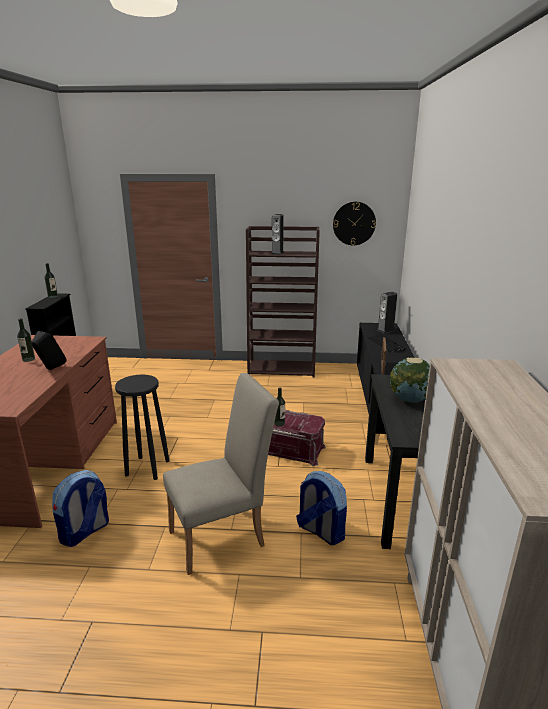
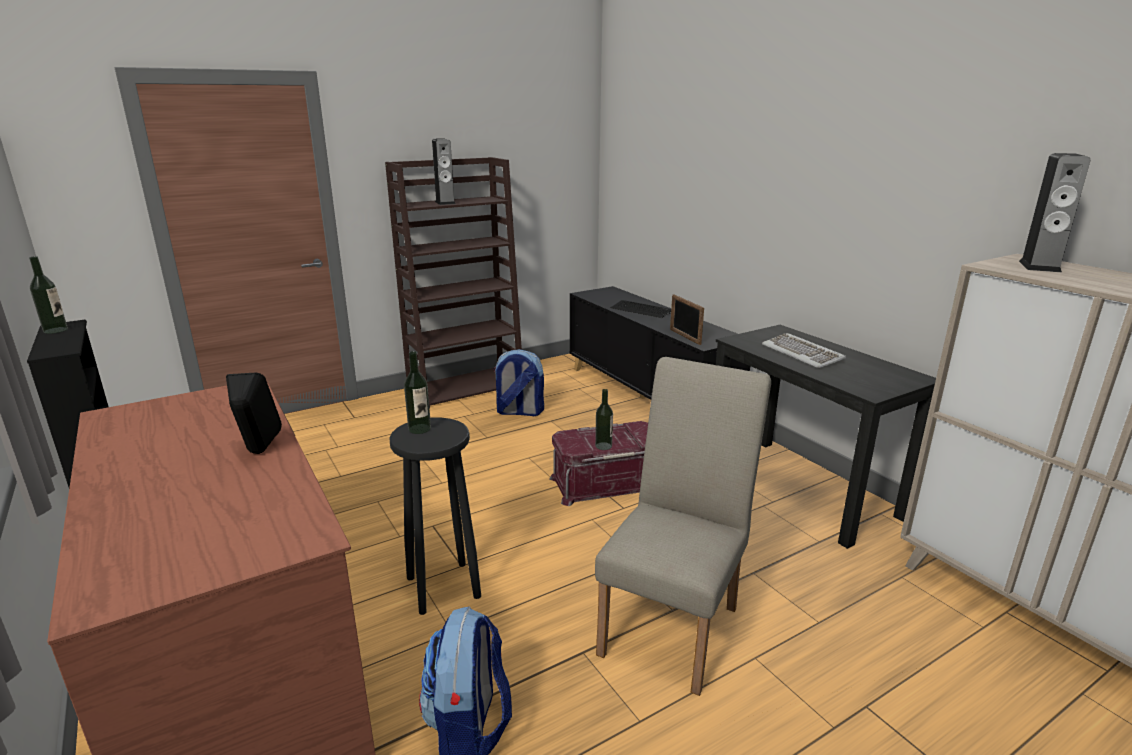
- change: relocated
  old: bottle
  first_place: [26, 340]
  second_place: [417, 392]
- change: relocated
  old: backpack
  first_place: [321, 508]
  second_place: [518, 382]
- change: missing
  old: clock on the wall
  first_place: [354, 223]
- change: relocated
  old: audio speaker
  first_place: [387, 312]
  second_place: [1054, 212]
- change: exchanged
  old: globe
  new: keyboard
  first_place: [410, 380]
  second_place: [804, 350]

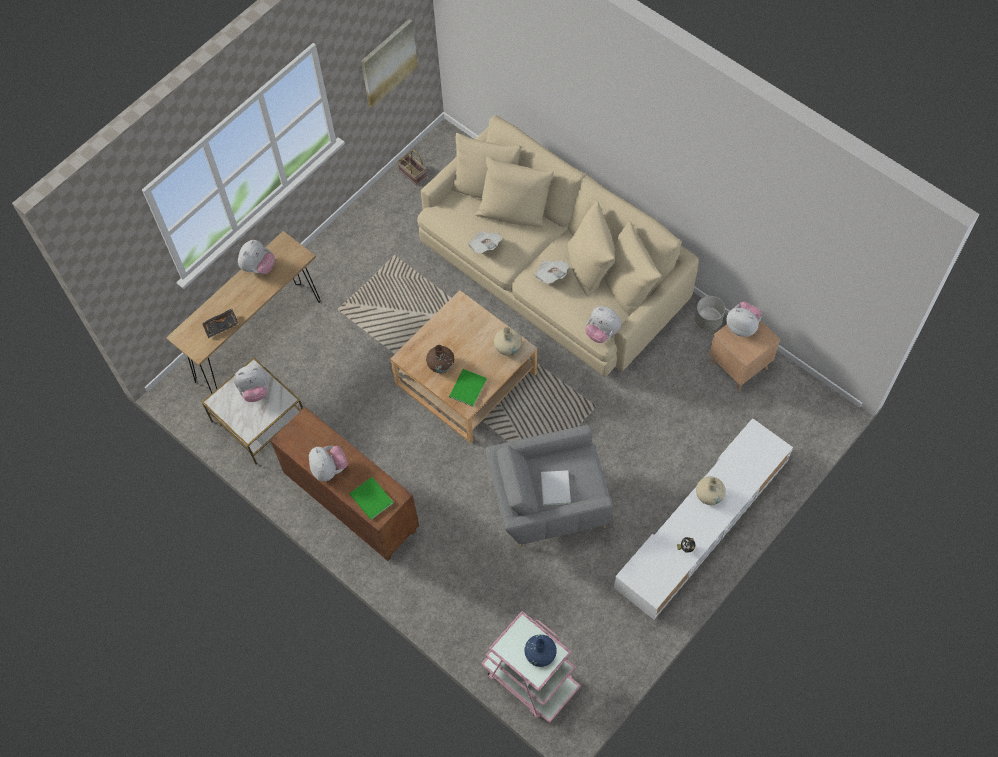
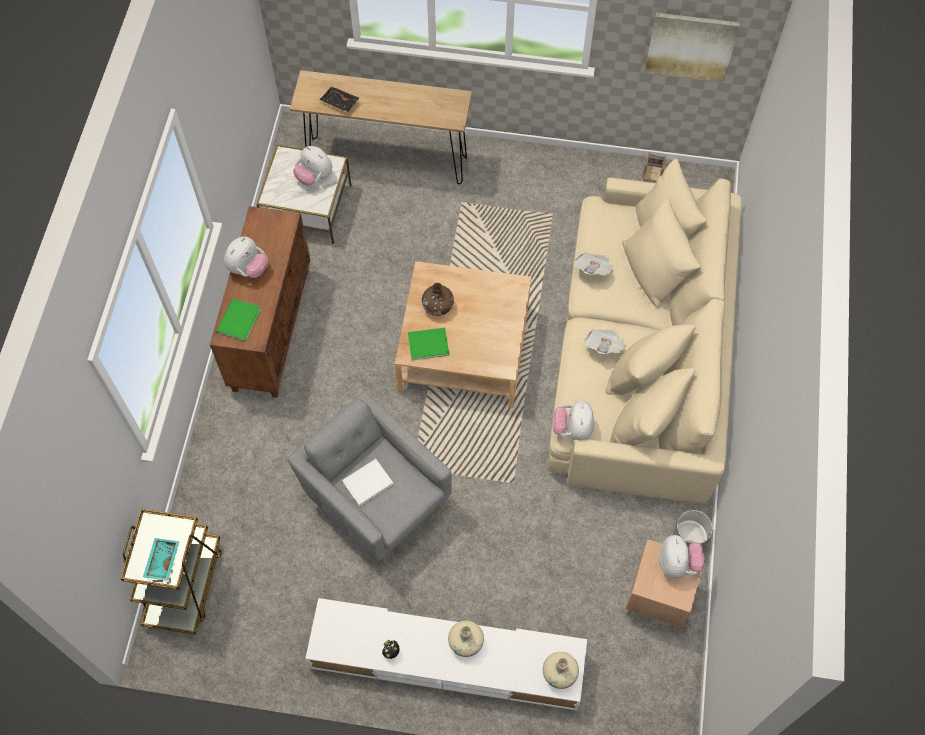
- change: missing
  old: soft toy
  first_place: [256, 257]
- change: colour
  old: cart (pink)
  new: cart (brown-coloured)
  first_place: [530, 667]
  second_place: [171, 571]
- change: relocated
  old: vase (beige)
  first_place: [508, 341]
  second_place: [561, 670]
- change: exchanged
  old: vase (blue)
  new: carrying tray (turquoise-coloured)
  first_place: [540, 650]
  second_place: [161, 559]

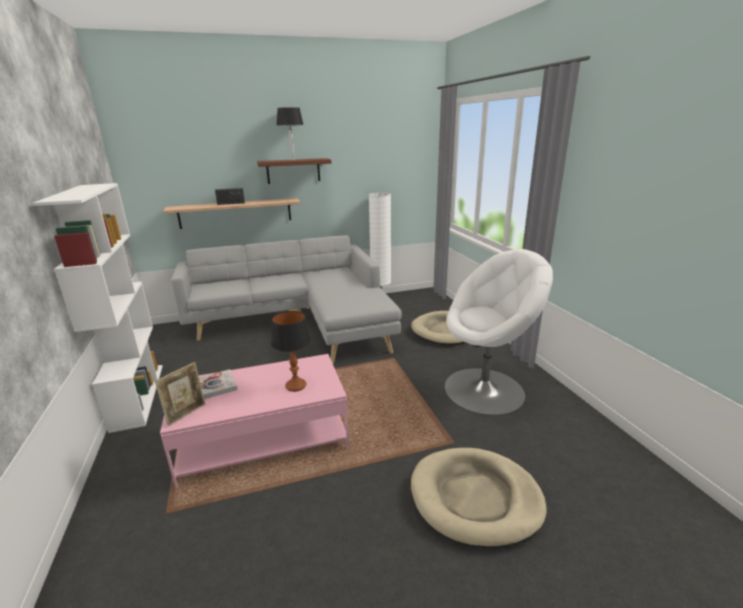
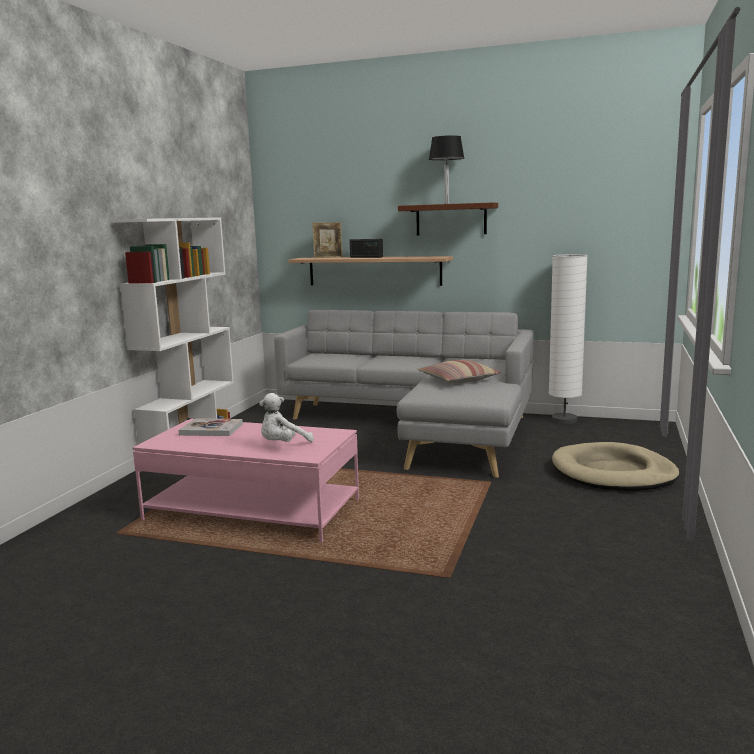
- change: relocated
  old: picture frame
  first_place: [180, 394]
  second_place: [327, 240]
- change: exchanged
  old: table lamp
  new: soft toy (whitish)
  first_place: [291, 351]
  second_place: [286, 417]
- change: missing
  old: dog cushion (beige)
  first_place: [479, 498]
- change: missing
  old: lounge chair (whitish)
  first_place: [499, 332]
- change: appeared
  new: pillow
  second_place: [459, 371]

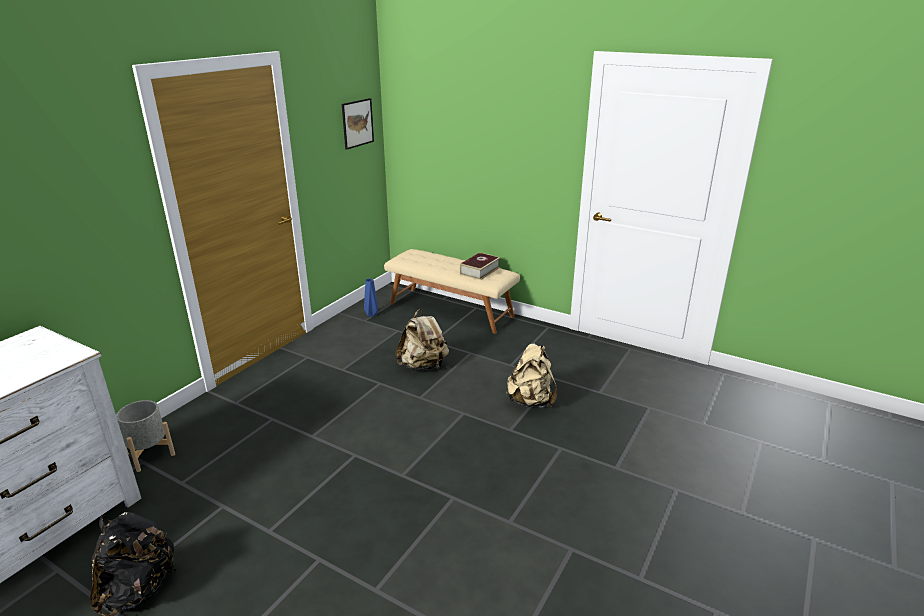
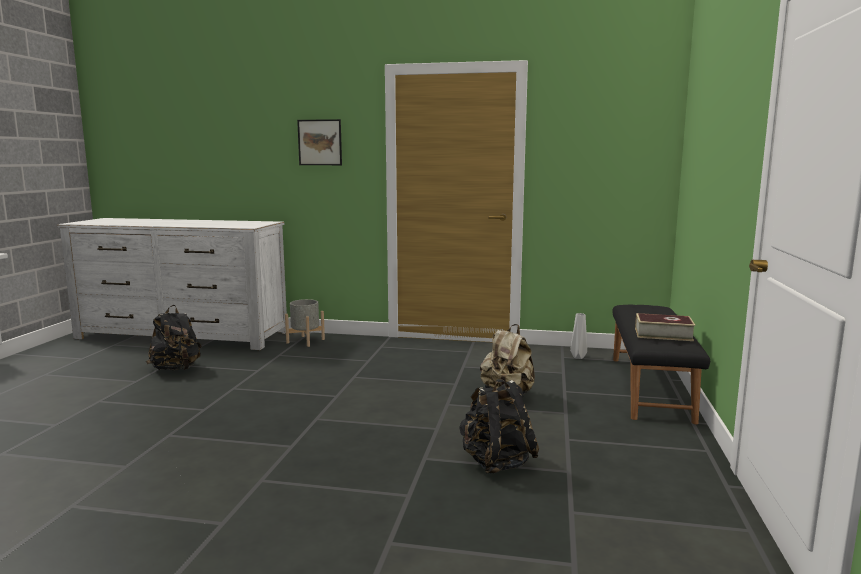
- change: relocated
  old: wall picture
  first_place: [358, 124]
  second_place: [319, 142]
- change: colour
  old: vase (blue)
  new: vase (gray)
  first_place: [371, 297]
  second_place: [578, 336]
- change: colour
  old: bench (beige)
  new: bench (black-coloured)
  first_place: [452, 291]
  second_place: [661, 364]
- change: colour
  old: backpack (beige)
  new: backpack (black-coloured)
  first_place: [531, 375]
  second_place: [499, 426]

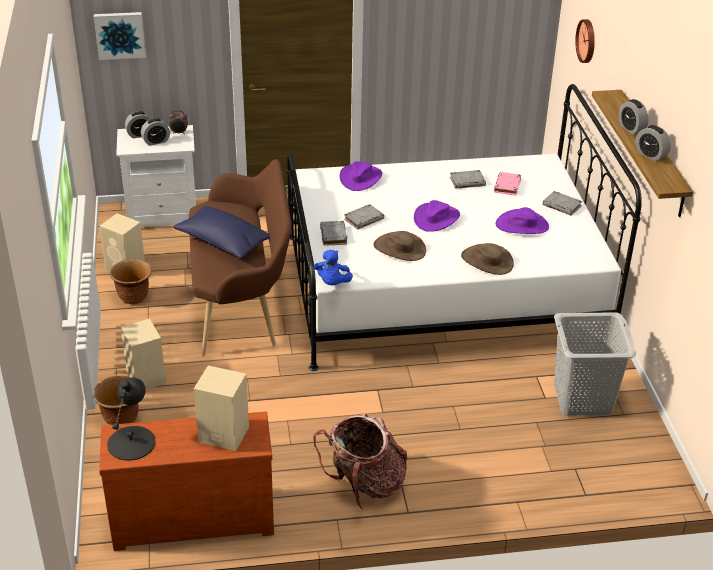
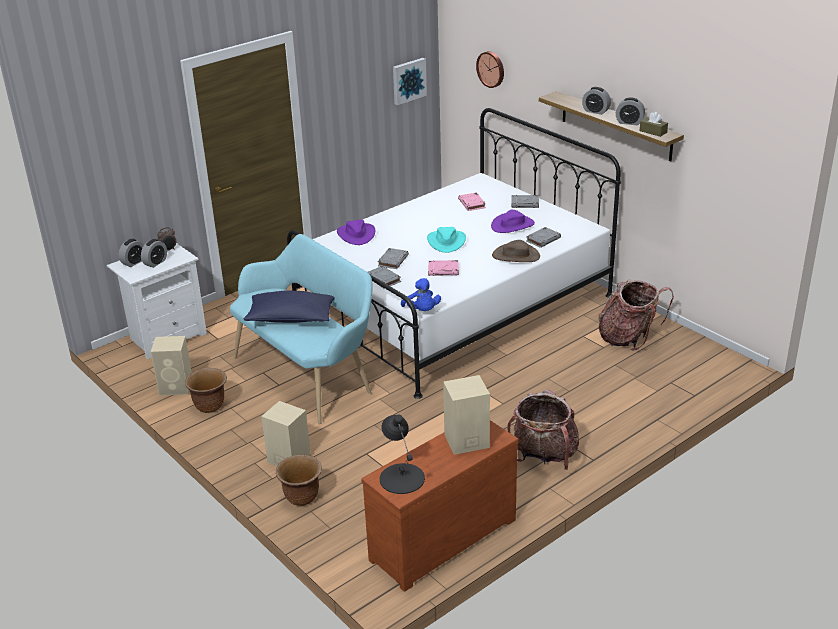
- change: relocated
  old: wall picture
  first_place: [120, 36]
  second_place: [410, 81]
- change: colour
  old: bench (brown-coloured)
  new: bench (turquoise-coloured)
  first_place: [240, 257]
  second_place: [301, 329]
- change: exchanged
  old: hat (brown-coloured)
  new: volume (pink)
  first_place: [400, 246]
  second_place: [443, 268]
- change: colour
  old: hat (purple)
  new: hat (turquoise-coloured)
  first_place: [437, 216]
  second_place: [446, 240]
- change: relocated
  old: volume (gray)
  first_place: [468, 179]
  second_place: [543, 237]
- change: exchanged
  old: laundry basket (gray)
  new: backpack
  first_place: [595, 364]
  second_place: [636, 315]
- change: appeared
  new: tissue box (brown-coloured)
  second_place: [654, 124]

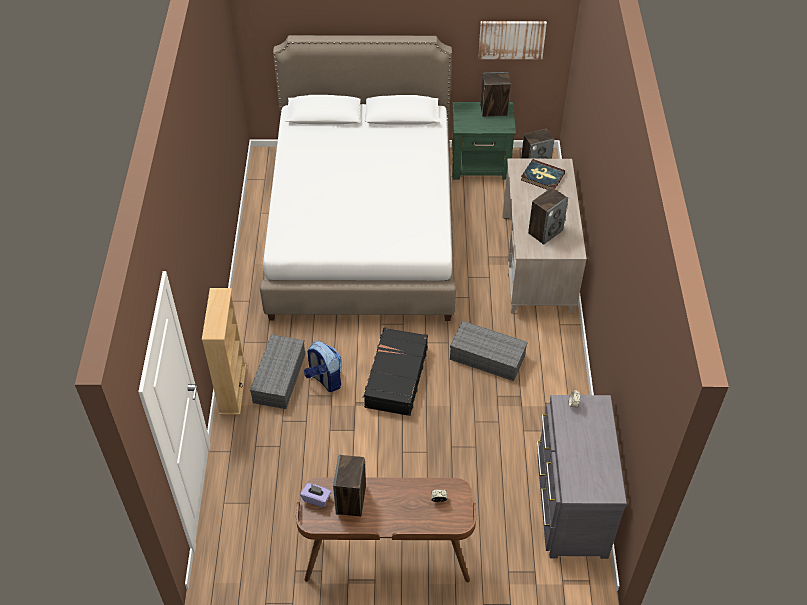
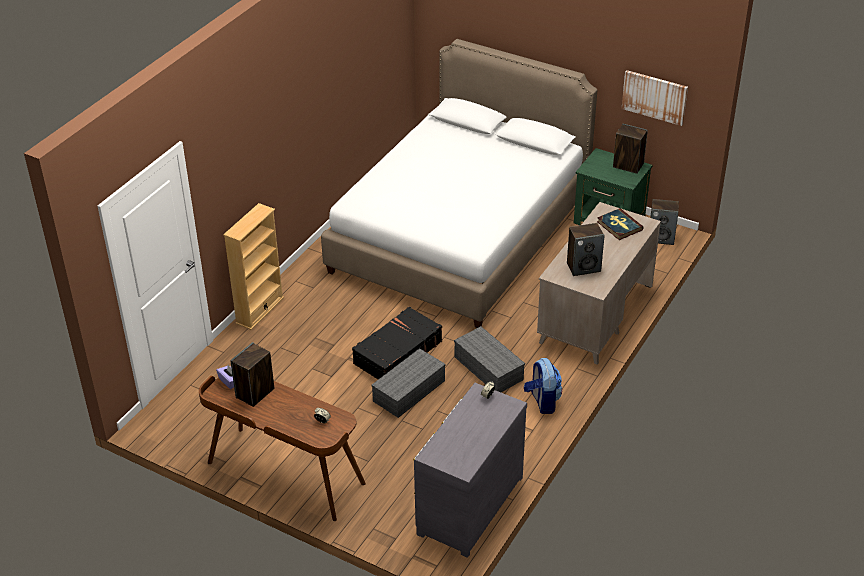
- change: relocated
  old: storage container (gray)
  first_place: [277, 371]
  second_place: [408, 383]
- change: relocated
  old: backpack
  first_place: [322, 366]
  second_place: [543, 386]

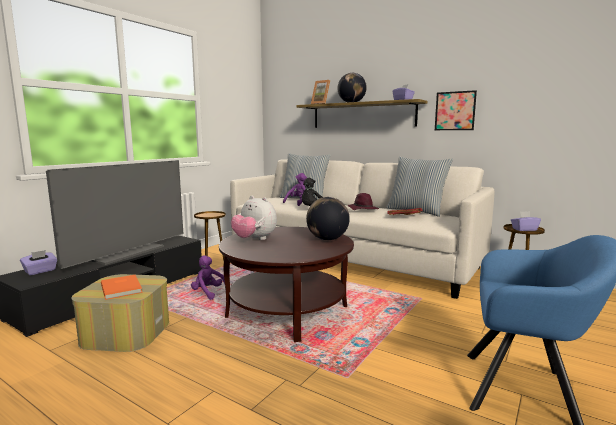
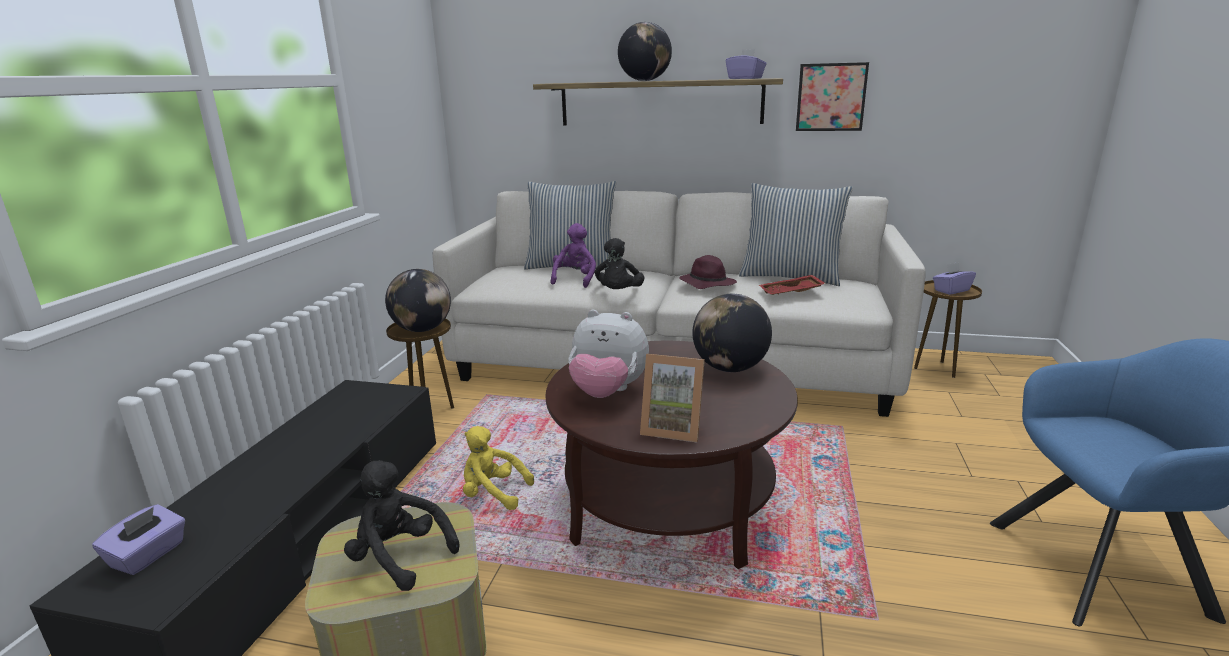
- change: missing
  old: TV
  first_place: [114, 214]
- change: exchanged
  old: volume (orangey)
  new: soft toy (black-coloured)
  first_place: [122, 287]
  second_place: [402, 525]
- change: colour
  old: soft toy (purple)
  new: soft toy (yellow-coloured)
  first_place: [208, 277]
  second_place: [498, 468]
- change: relocated
  old: picture frame
  first_place: [320, 92]
  second_place: [672, 398]
- change: appeared
  new: globe
  second_place: [418, 300]

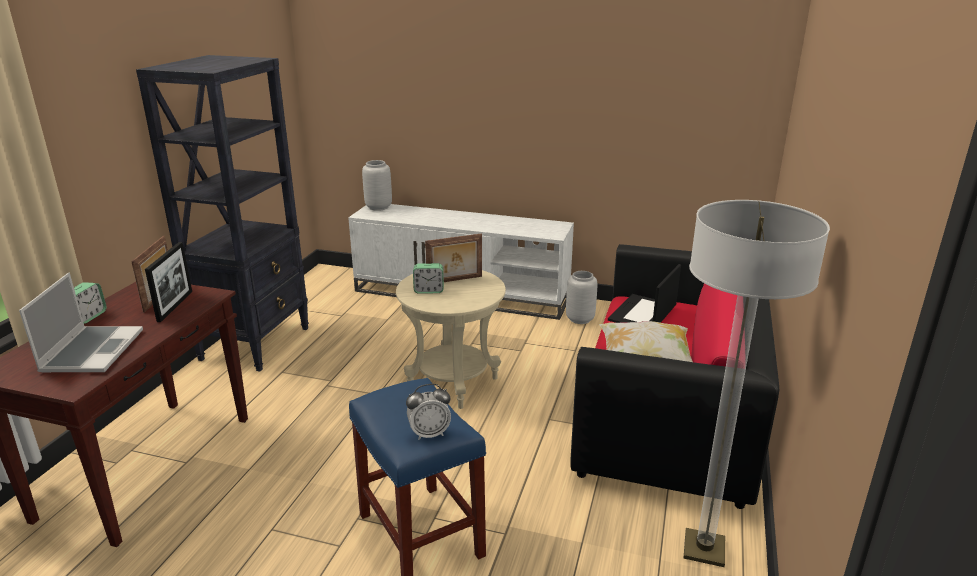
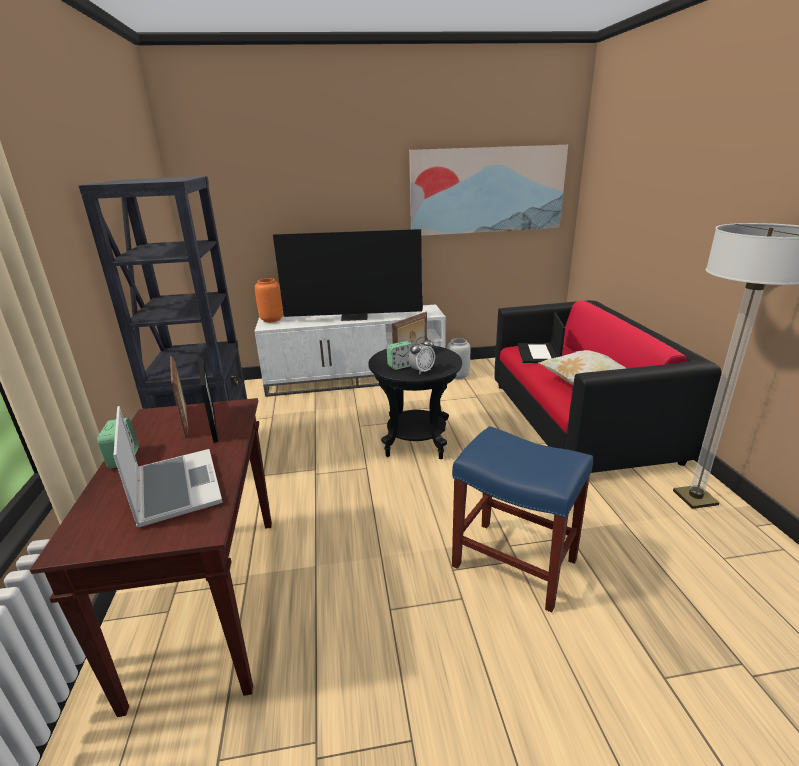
- change: colour
  old: vase (gray)
  new: vase (orangey)
  first_place: [377, 185]
  second_place: [269, 300]
- change: colour
  old: side table (beige)
  new: side table (black-coloured)
  first_place: [451, 339]
  second_place: [415, 402]
- change: relocated
  old: bedside clock
  first_place: [428, 412]
  second_place: [421, 356]
- change: appeared
  new: TV
  second_place: [348, 275]
- change: appeared
  new: wall picture
  second_place: [488, 190]

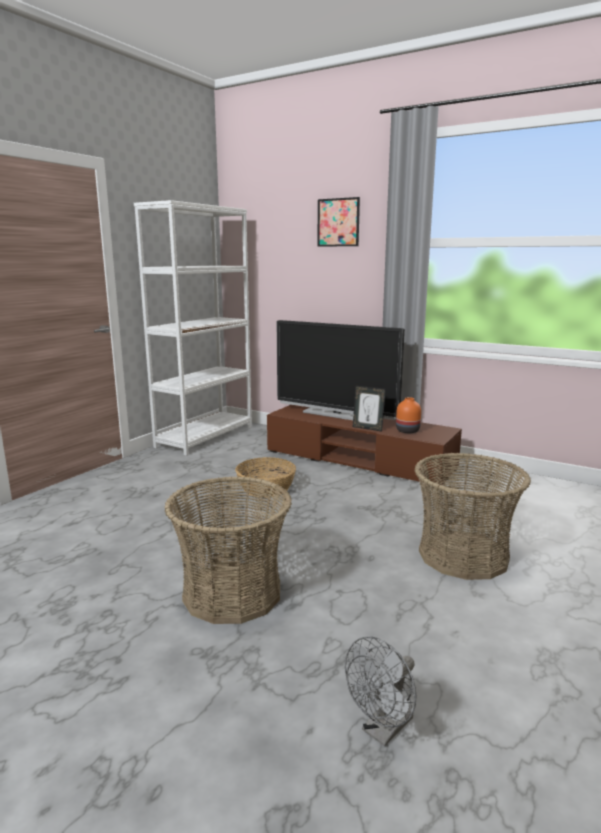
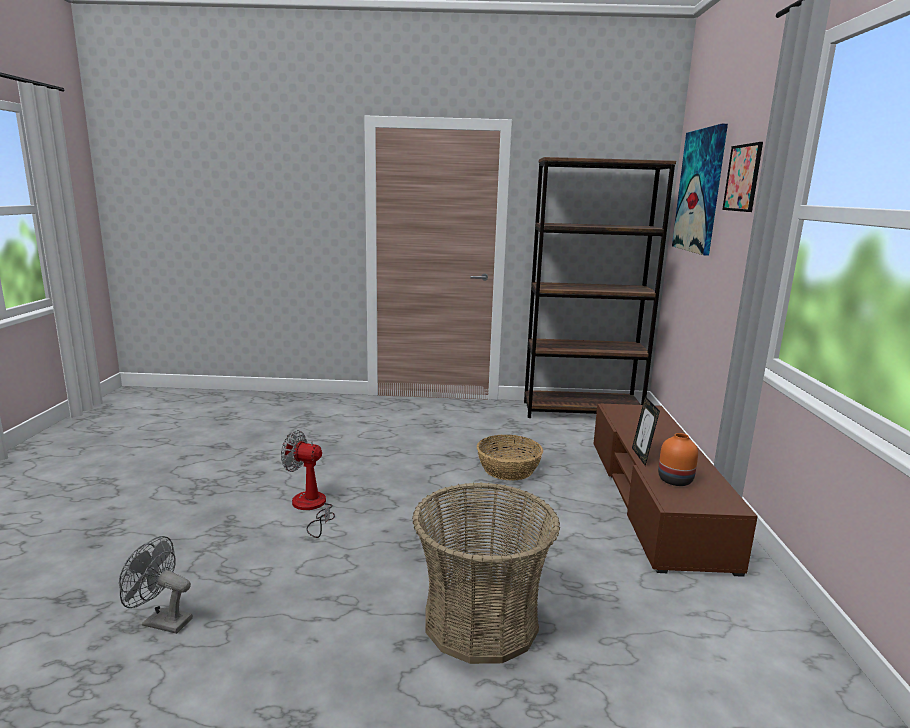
- change: colour
  old: shelving unit (whitish)
  new: shelving unit (brown-coloured)
  first_place: [193, 328]
  second_place: [600, 287]
- change: exchanged
  old: basket
  new: cooling fan
  first_place: [228, 550]
  second_place: [308, 484]
- change: missing
  old: TV
  first_place: [341, 370]
- change: appeared
  new: wall picture
  second_place: [700, 189]

